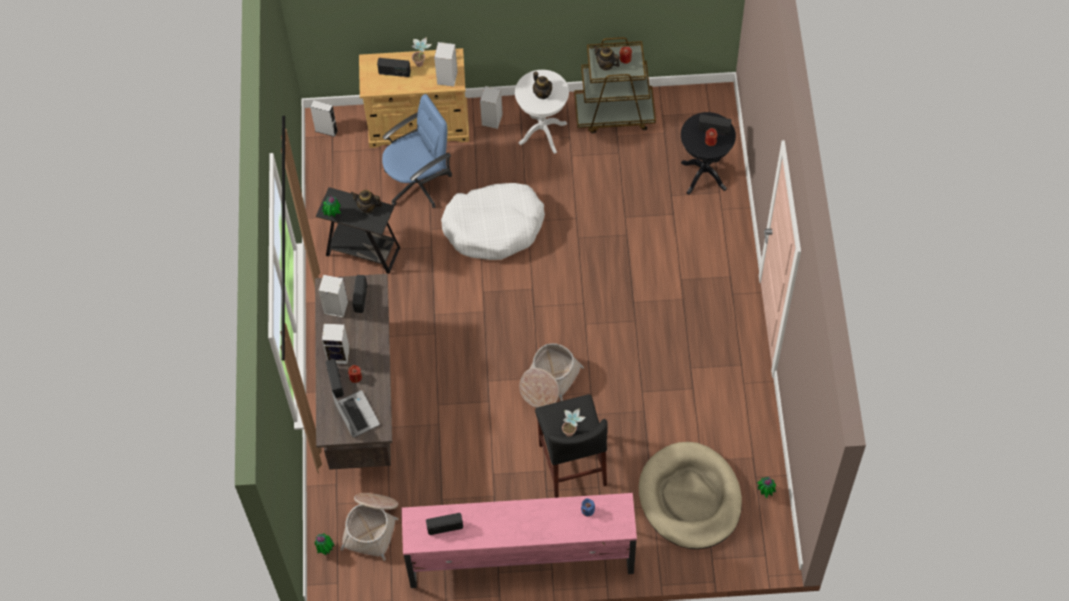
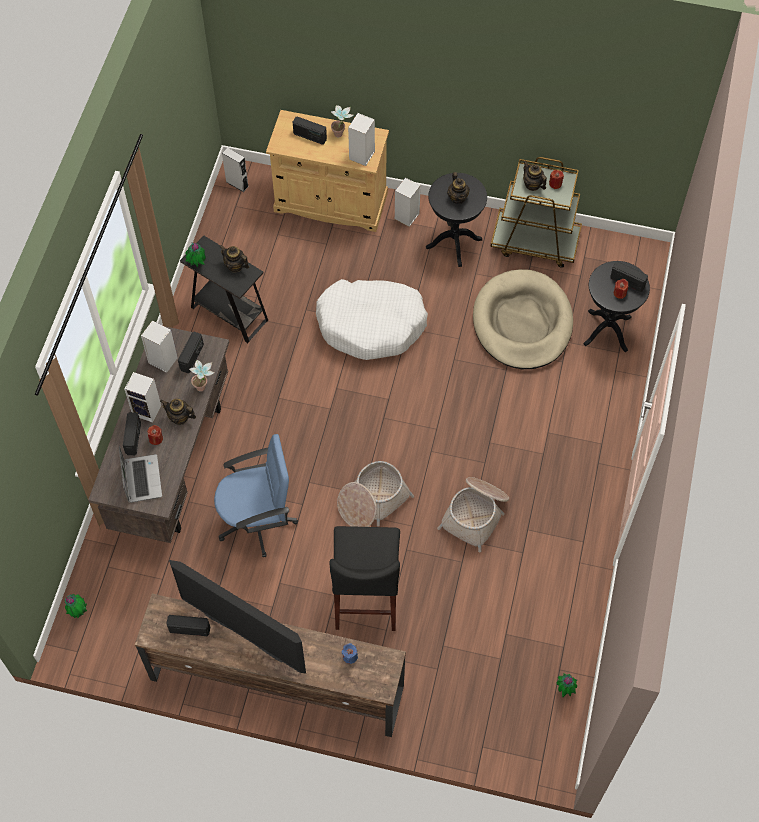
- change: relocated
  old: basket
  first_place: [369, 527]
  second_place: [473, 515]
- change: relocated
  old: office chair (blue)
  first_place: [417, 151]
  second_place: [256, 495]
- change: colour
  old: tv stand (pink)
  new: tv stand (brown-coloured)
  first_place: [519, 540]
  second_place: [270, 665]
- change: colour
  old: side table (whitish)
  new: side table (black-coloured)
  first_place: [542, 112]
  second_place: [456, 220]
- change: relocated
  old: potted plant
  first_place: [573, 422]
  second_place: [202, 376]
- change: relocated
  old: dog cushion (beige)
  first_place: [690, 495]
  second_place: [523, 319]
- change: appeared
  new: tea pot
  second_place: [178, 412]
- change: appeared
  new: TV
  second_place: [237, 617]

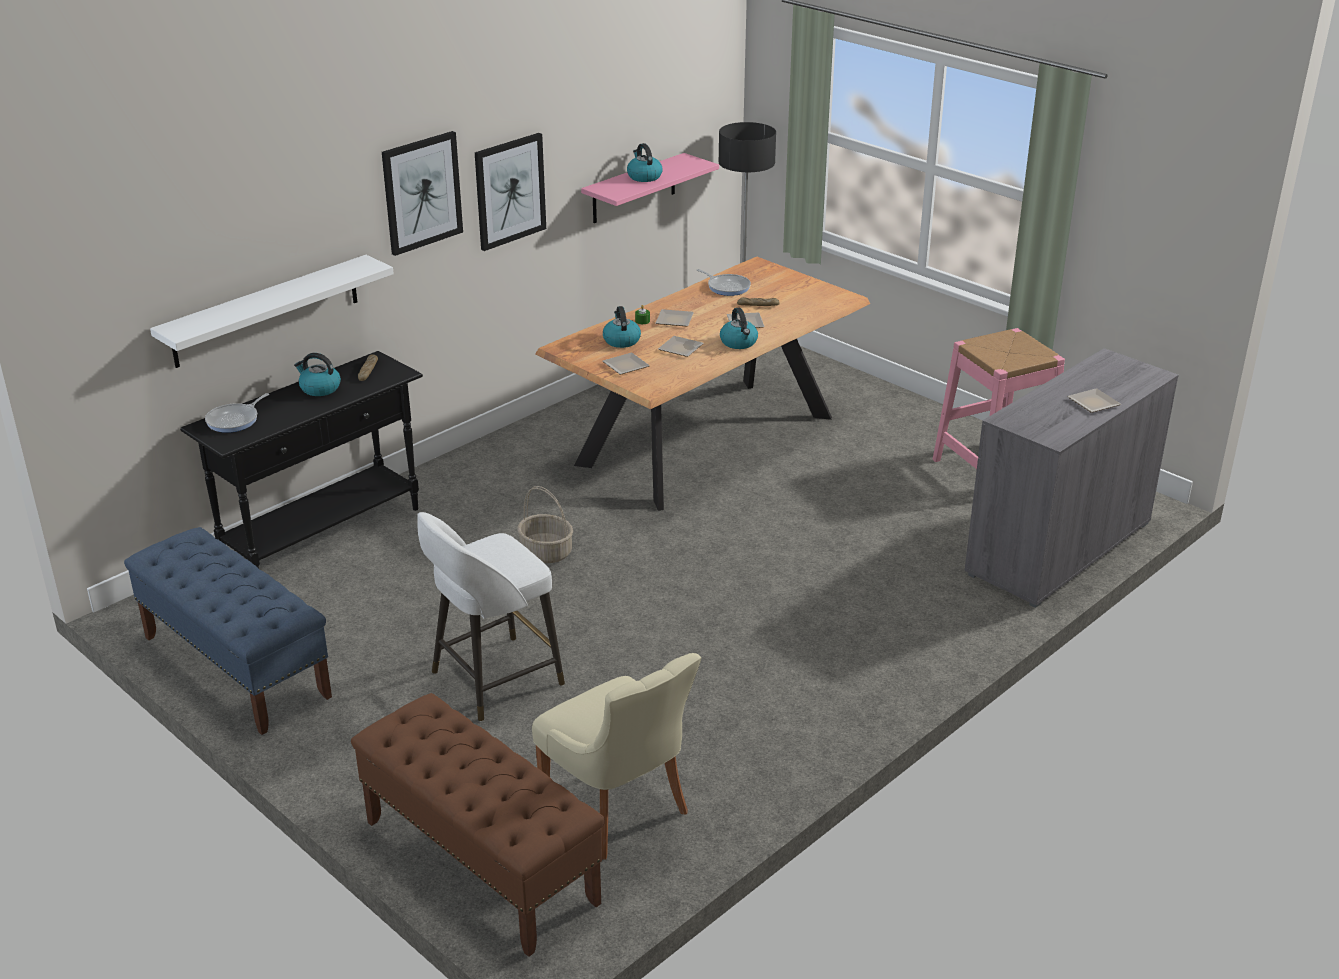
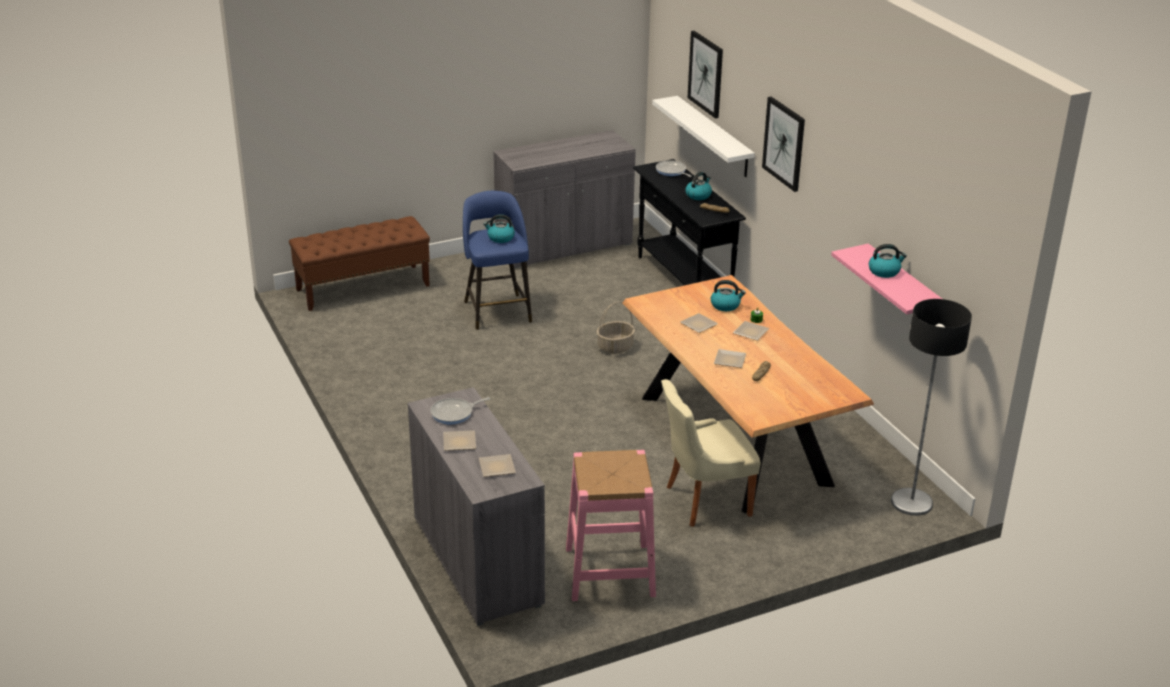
- change: exchanged
  old: bench (blue)
  new: cabinet (gray)
  first_place: [228, 631]
  second_place: [564, 199]
- change: colour
  old: stool (whitish)
  new: stool (blue)
  first_place: [491, 616]
  second_place: [497, 260]
- change: relocated
  old: wall picture
  first_place: [510, 192]
  second_place: [705, 75]
- change: relocated
  old: upright chair (beige)
  first_place: [616, 756]
  second_place: [710, 453]
- change: relocated
  old: flat dish
  first_place: [626, 364]
  second_place: [497, 465]
- change: relocated
  old: pan
  first_place: [724, 282]
  second_place: [460, 410]
- change: relocated
  old: kettle
  first_place: [739, 328]
  second_place: [499, 228]

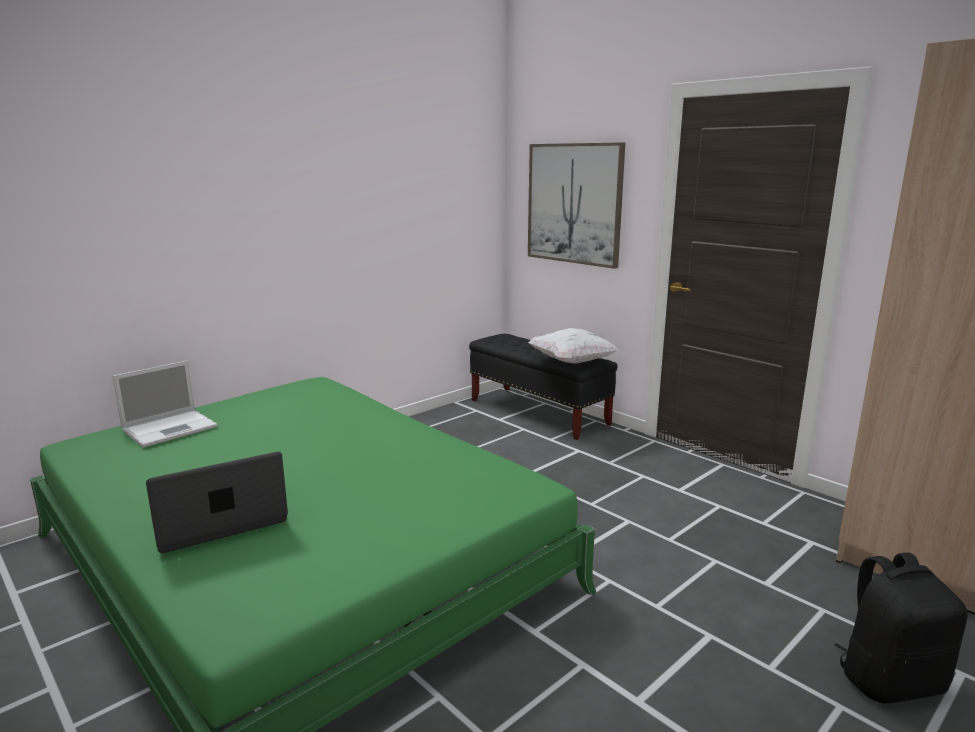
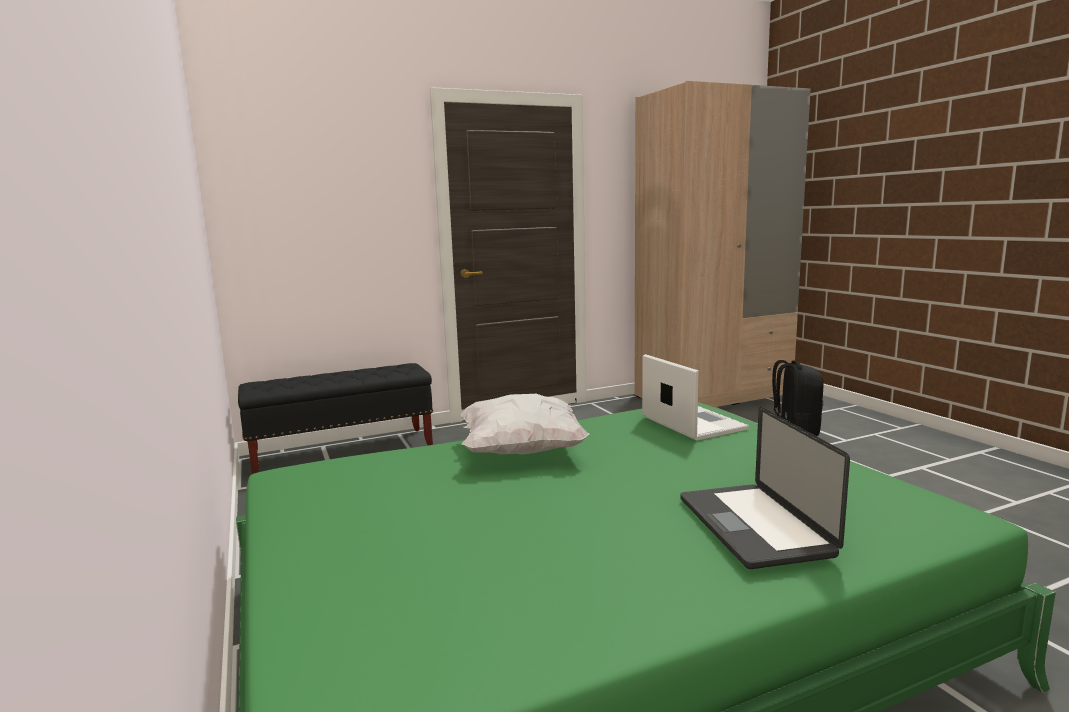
- change: relocated
  old: notebook computer
  first_place: [165, 404]
  second_place: [695, 397]
- change: missing
  old: wall picture
  first_place: [576, 205]
- change: relocated
  old: pillow (whitish)
  first_place: [573, 346]
  second_place: [525, 424]

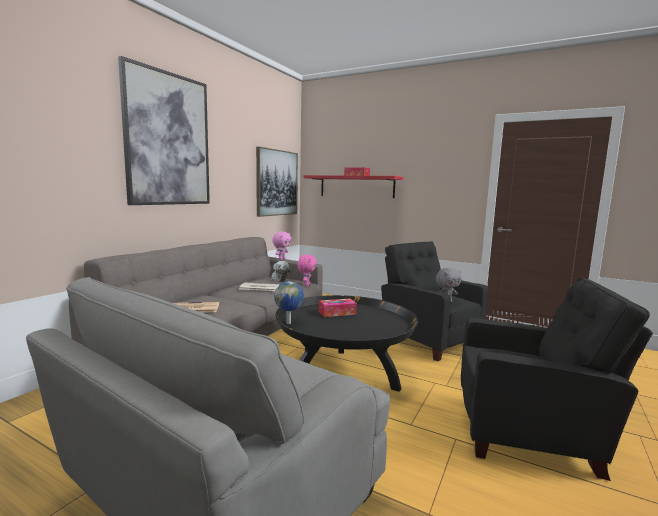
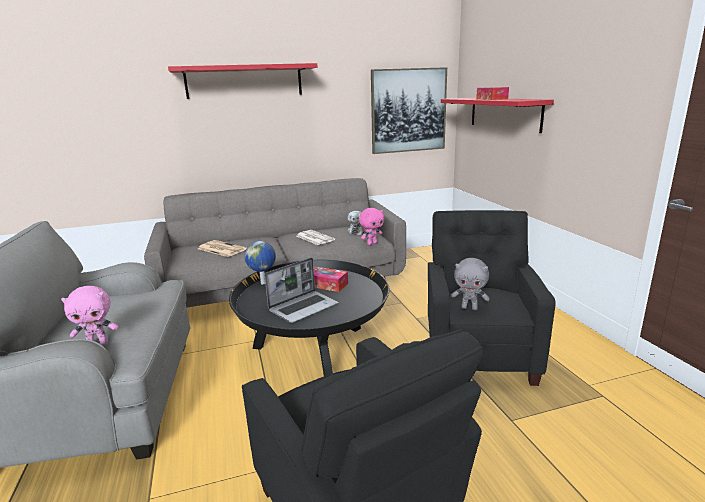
- change: exchanged
  old: wall picture
  new: wall shelf (red-coloured)
  first_place: [164, 130]
  second_place: [242, 81]
- change: relocated
  old: soft toy (pink)
  first_place: [281, 246]
  second_place: [89, 315]
- change: appeared
  new: notebook computer
  second_place: [301, 290]

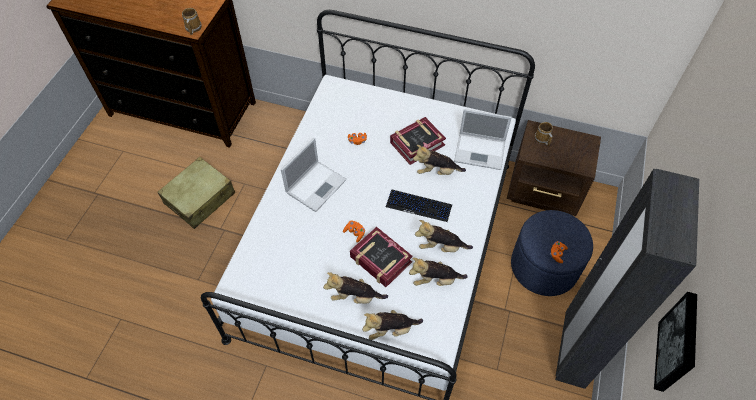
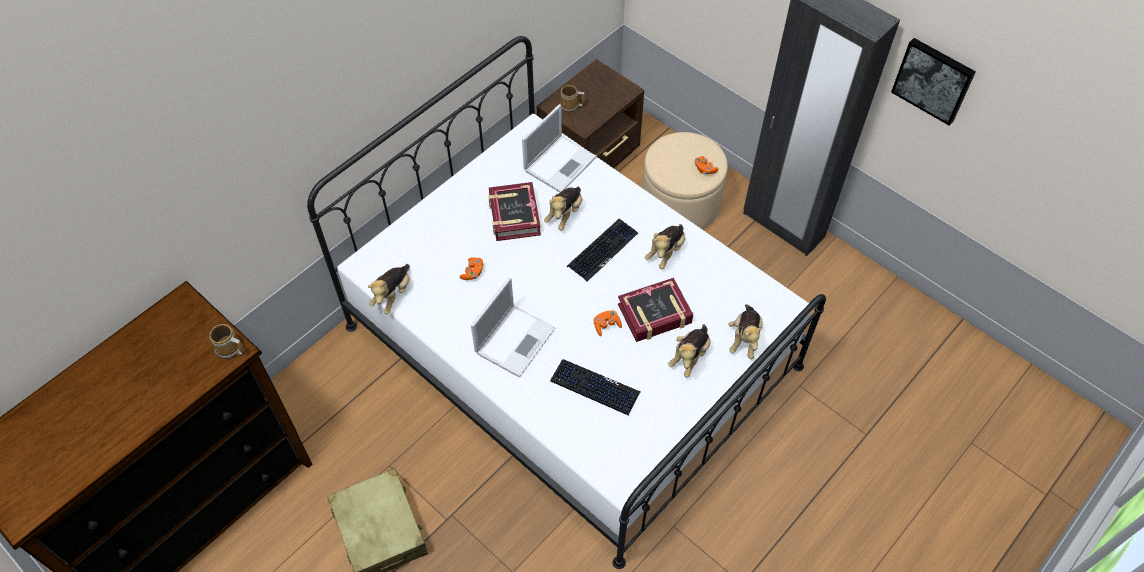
- change: spun
  old: notebook computer
  first_place: [314, 175]
  second_place: [513, 327]
  degrees: 60
- change: relocated
  old: soft toy
  first_place: [438, 272]
  second_place: [389, 289]
- change: colour
  old: pouffe (blue)
  new: pouffe (beige)
  first_place: [552, 253]
  second_place: [685, 180]
- change: appeared
  new: keyboard
  second_place: [595, 387]

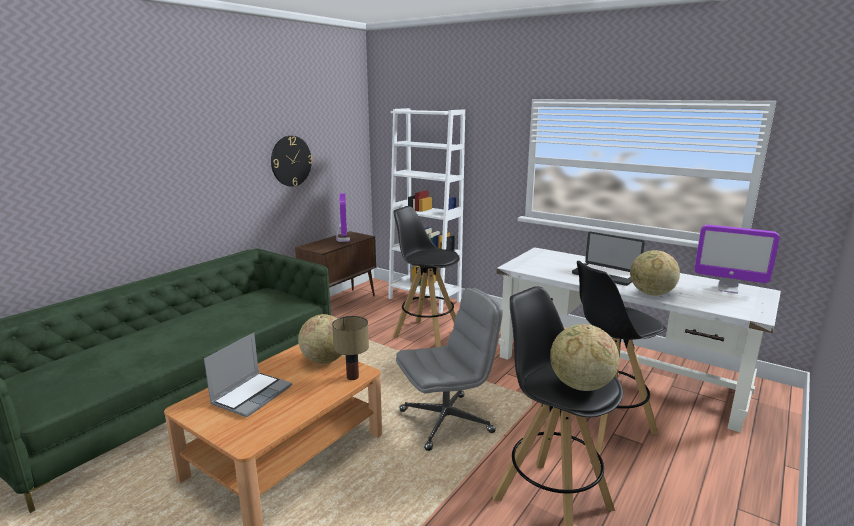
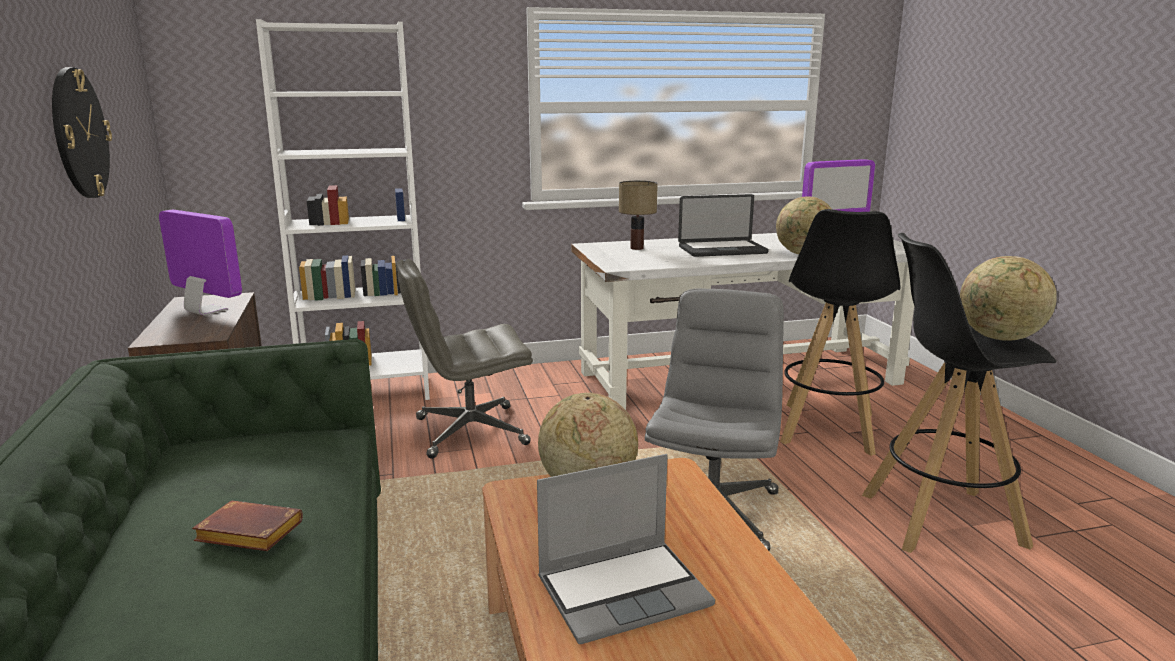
- change: spun
  old: notebook computer
  first_place: [248, 375]
  second_place: [626, 549]
  degrees: 90
- change: relocated
  old: table lamp
  first_place: [350, 348]
  second_place: [638, 215]
- change: exchanged
  old: stool (black-coloured)
  new: office chair (gray)
  first_place: [426, 276]
  second_place: [464, 359]
- change: appeared
  new: volume (brown-coloured)
  second_place: [247, 525]

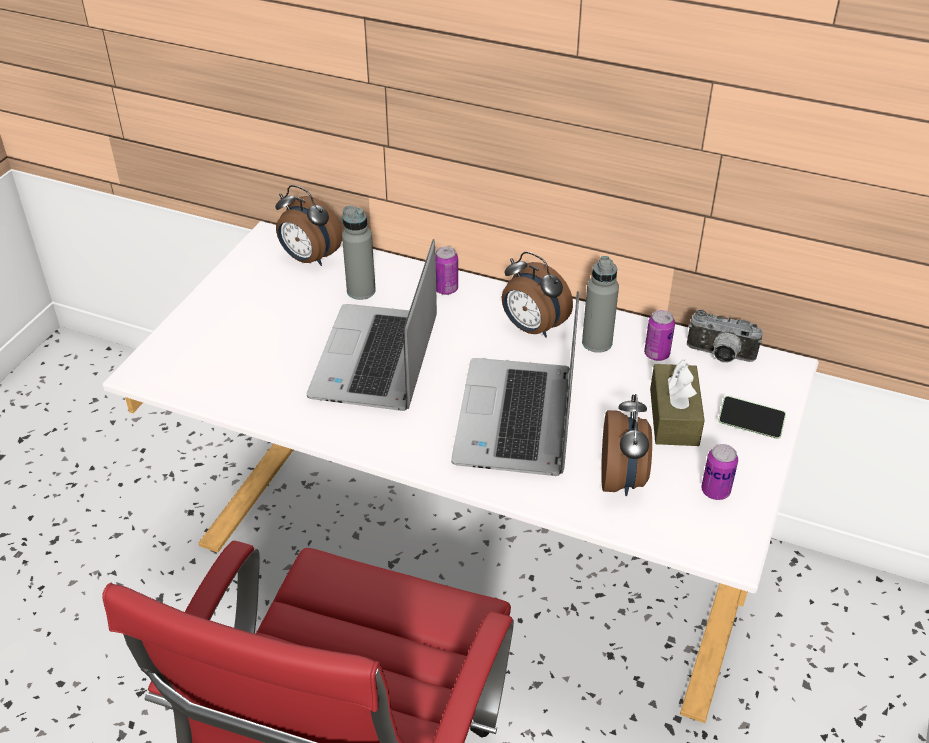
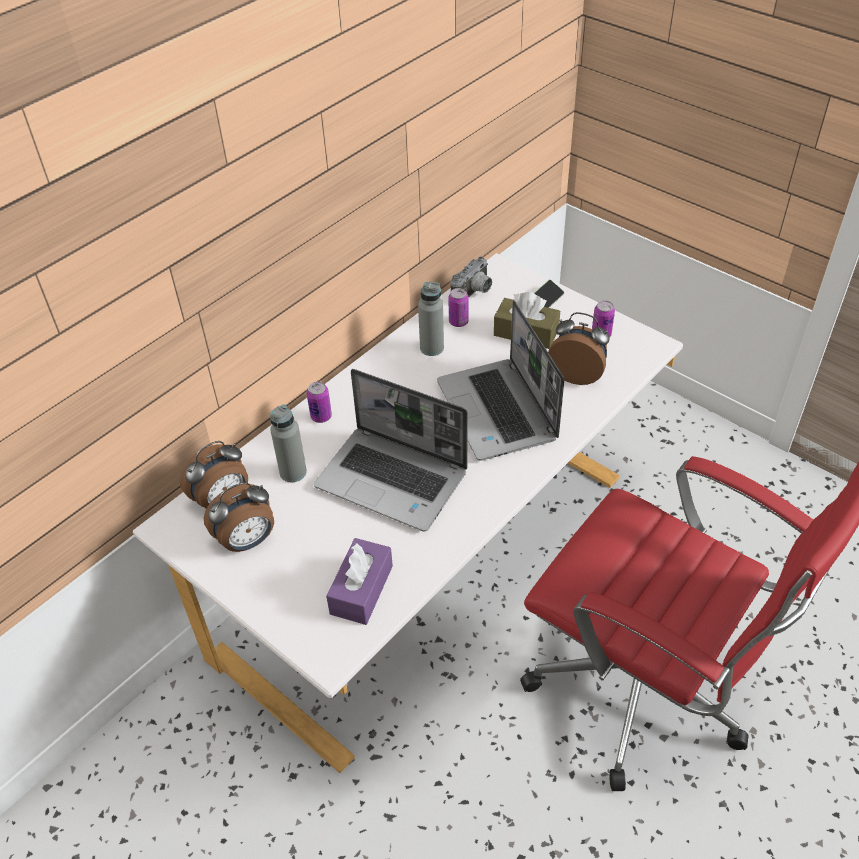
- change: spun
  old: notebook computer
  first_place: [515, 383]
  second_place: [500, 380]
  degrees: 45
- change: relocated
  old: bedside clock
  first_place: [537, 294]
  second_place: [239, 517]
- change: appeared
  new: tissue box (purple)
  second_place: [359, 581]

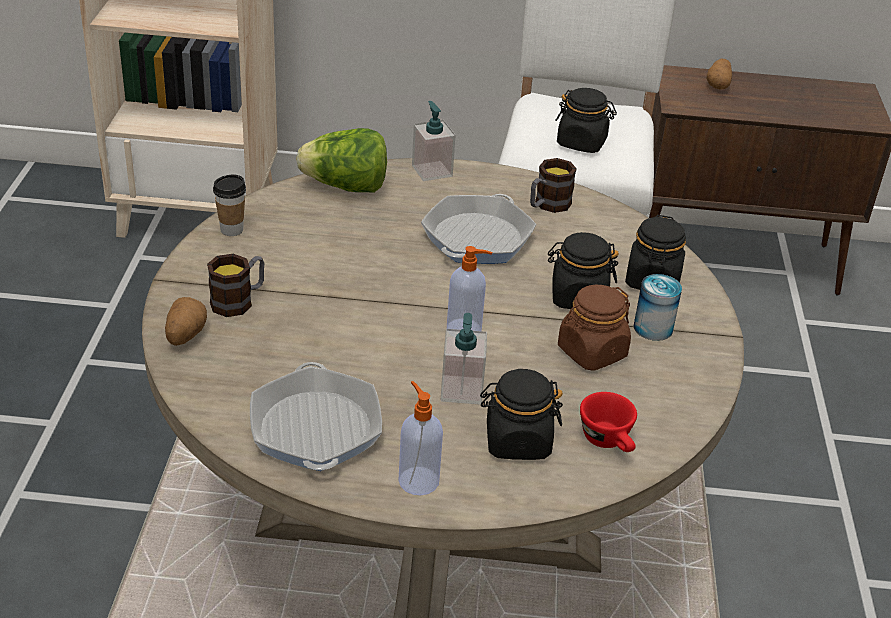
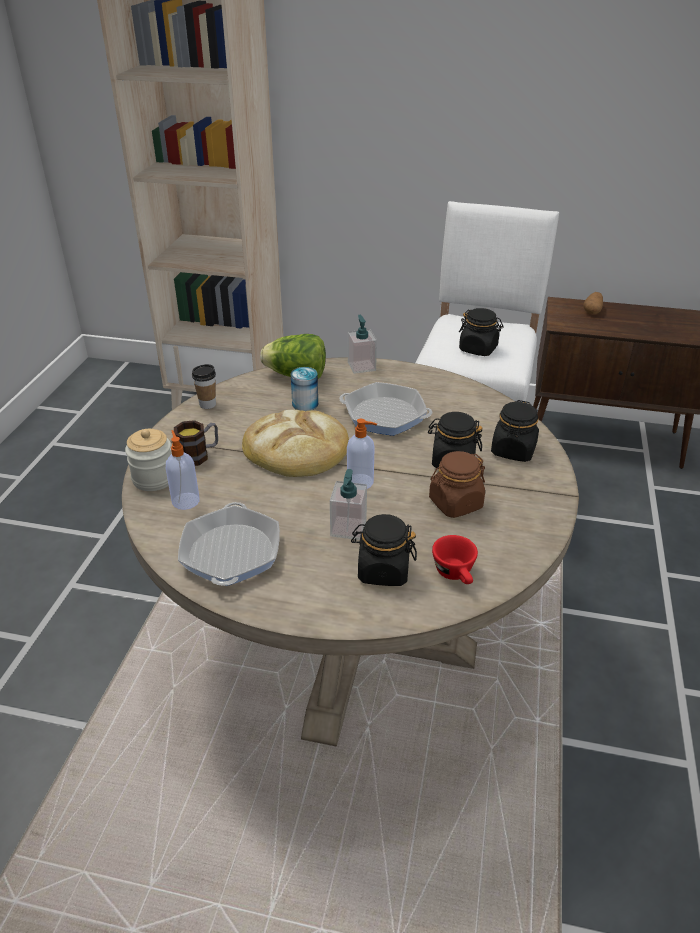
- change: exchanged
  old: spud
  new: jar
  first_place: [186, 321]
  second_place: [148, 460]
- change: relocated
  old: soap dispenser
  first_place: [420, 438]
  second_place: [183, 470]
- change: spun
  old: pan
  first_place: [478, 229]
  second_place: [386, 409]
  degrees: 75
- change: missing
  old: mug
  first_place: [553, 185]
- change: relocated
  old: can
  first_place: [658, 307]
  second_place: [304, 389]
- change: appeared
  new: baked bread
  second_place: [295, 443]

